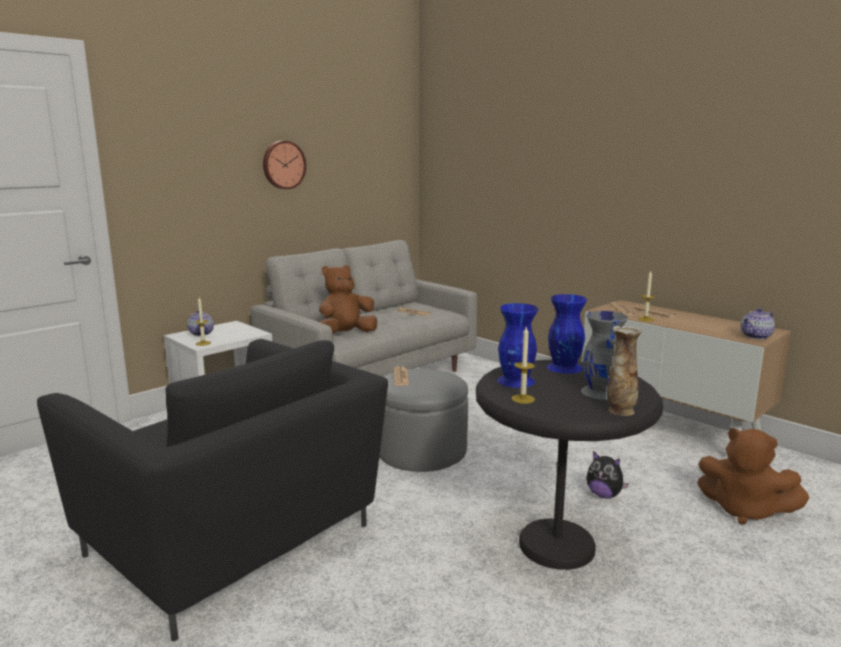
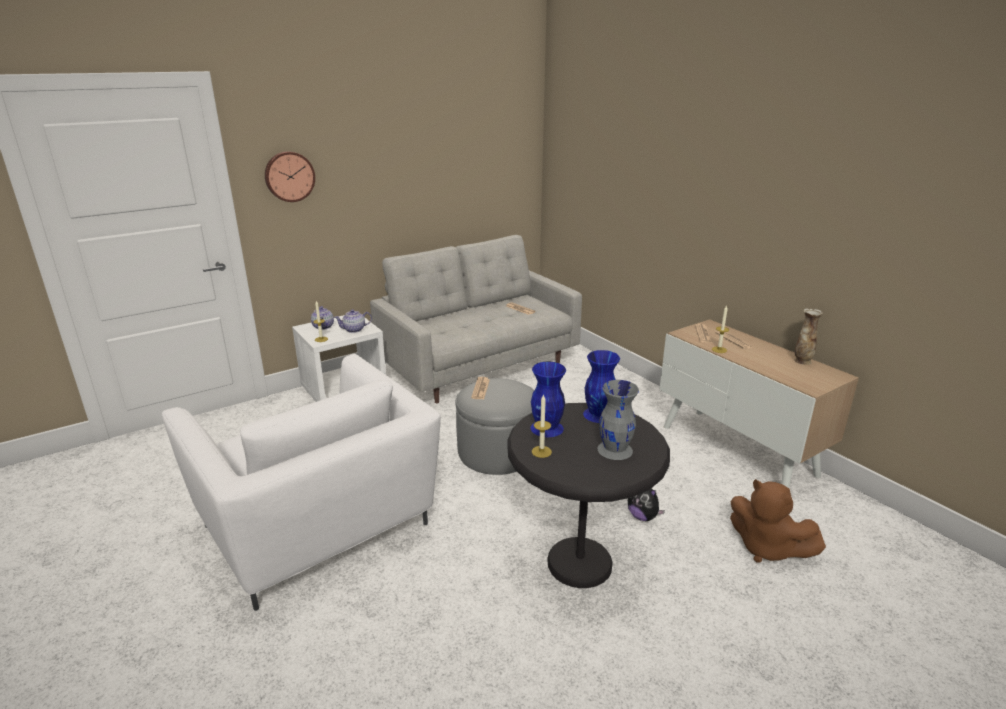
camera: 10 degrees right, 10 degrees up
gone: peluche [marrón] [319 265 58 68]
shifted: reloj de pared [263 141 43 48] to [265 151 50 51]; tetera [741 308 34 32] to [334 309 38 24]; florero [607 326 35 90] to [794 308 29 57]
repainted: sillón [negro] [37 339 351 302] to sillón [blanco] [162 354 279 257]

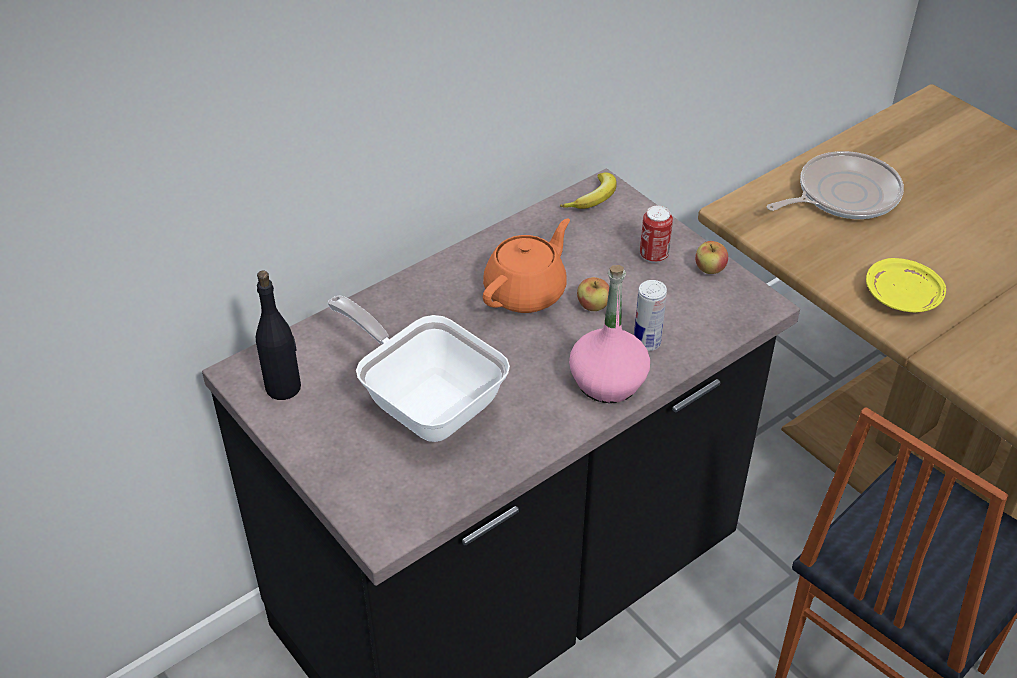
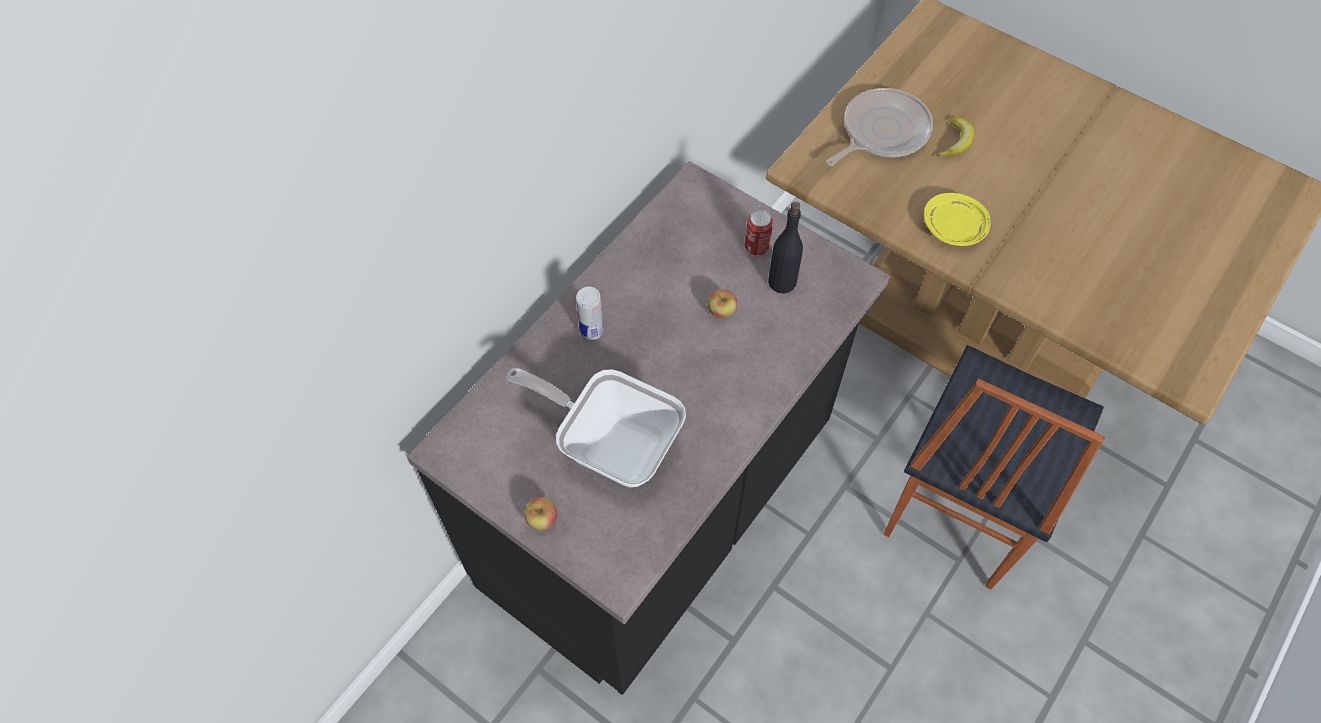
camera: 15 degrees left, 15 degrees up
gone: tetera [naranja] [483 218 87 95]; botella [rosa] [569 265 81 138]
shifted: manzana [695 241 33 33] to [524 497 33 34]; lata [634 280 33 71] to [576 286 28 54]; botella [negro] [256 270 45 130] to [768 202 35 91]; plátano [560 172 57 37] to [936 117 39 40]

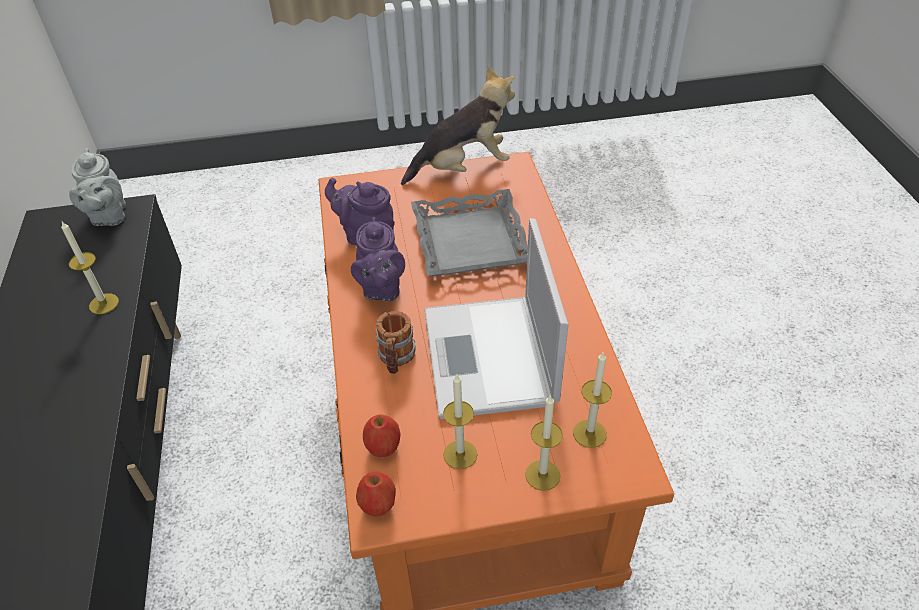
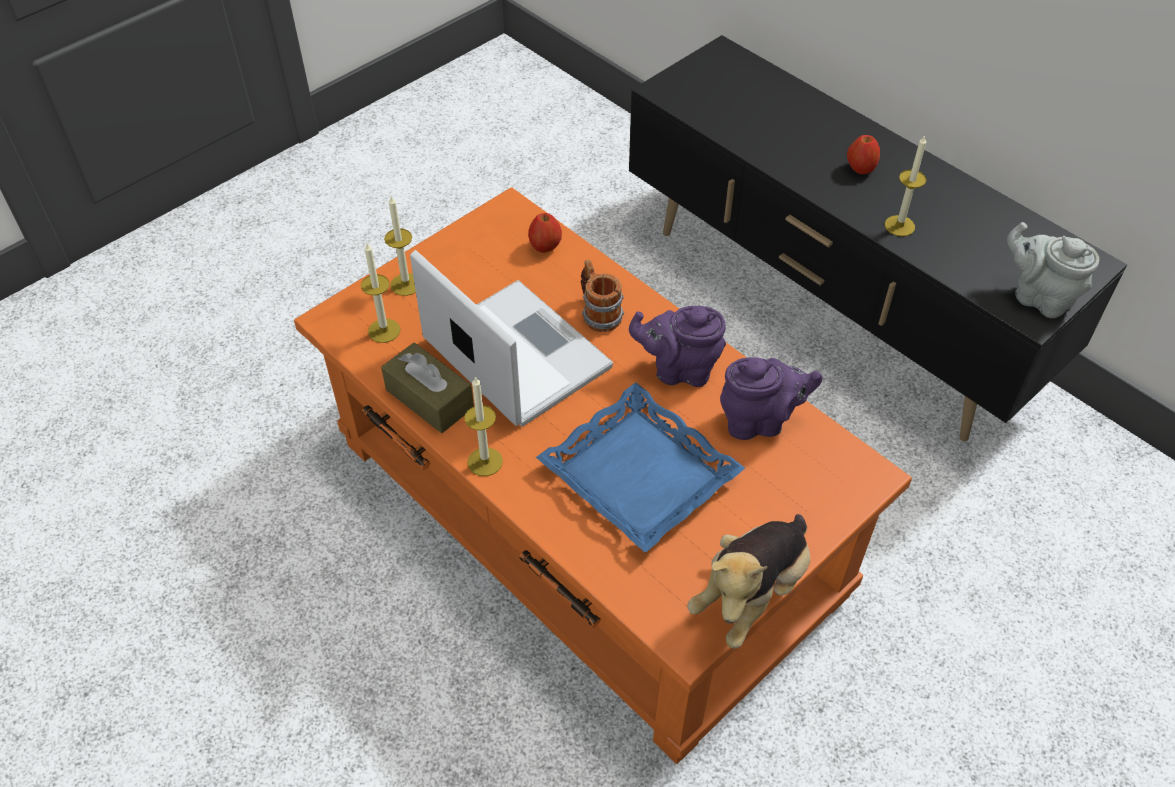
camera: 145 degrees right, 5 degrees up
new: caja de pañuelos [marrón] [381 343 93 90]
shifted: vela [443 374 34 95] to [464 376 39 100]; manzana [356 472 40 44] to [847 135 33 39]
repainted: bandeja [gris] [411 189 117 87] to bandeja [azul] [536 382 209 171]
rotated: tetera [morado] [351 217 54 84] = [629 306 97 81] 45 degrees counterclockwise

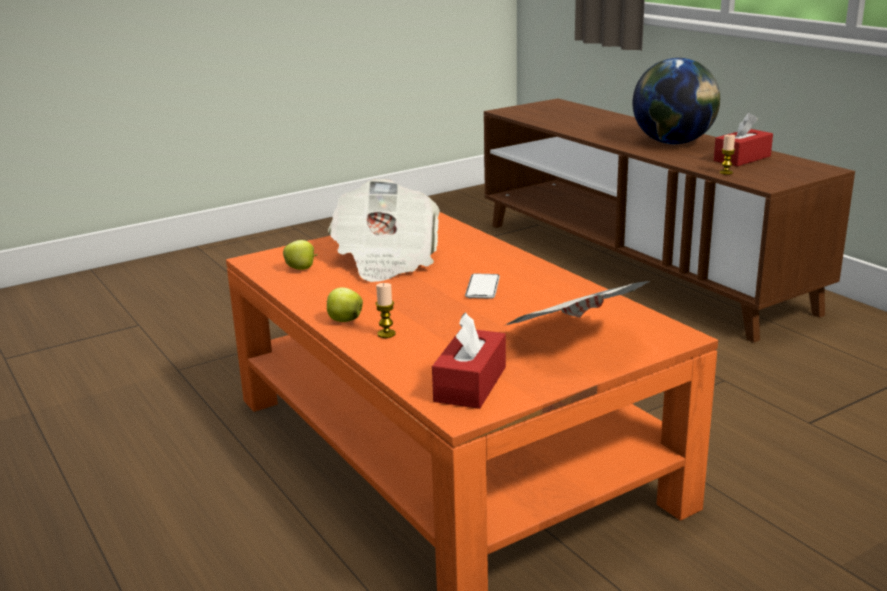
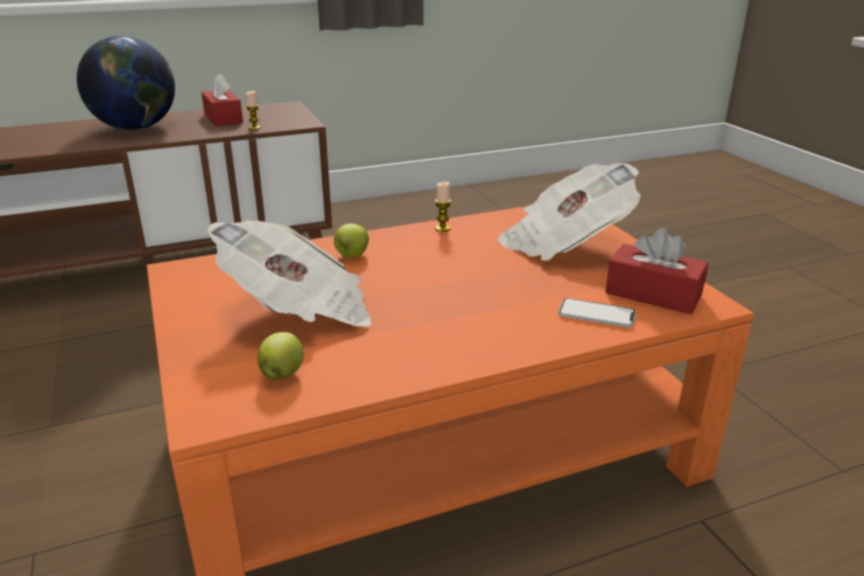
camera: 80 degrees left, 5 degrees up
shifted: manzana [326 287 37 35] to [334 223 35 35]; vela [375 283 21 55] to [435 182 16 50]; móvil [465 273 35 26] to [558 298 78 30]

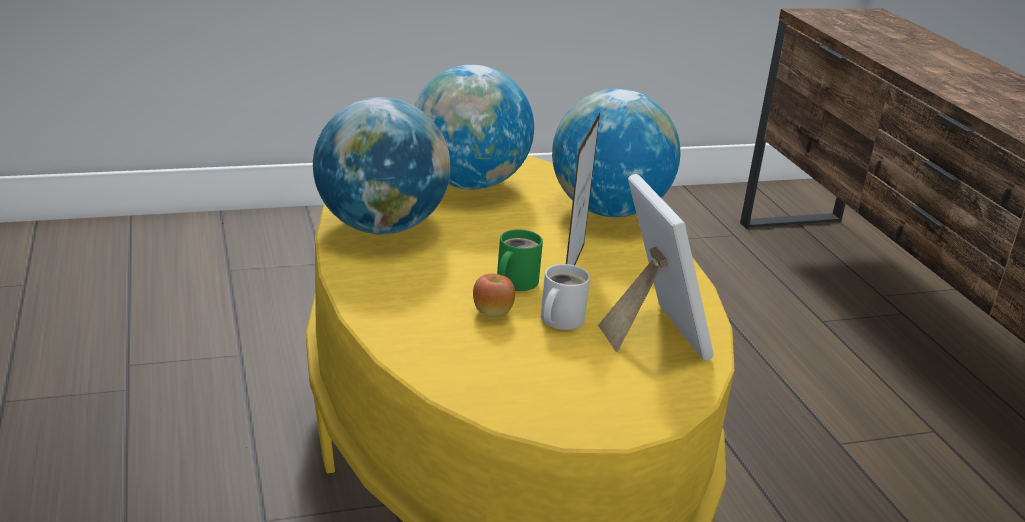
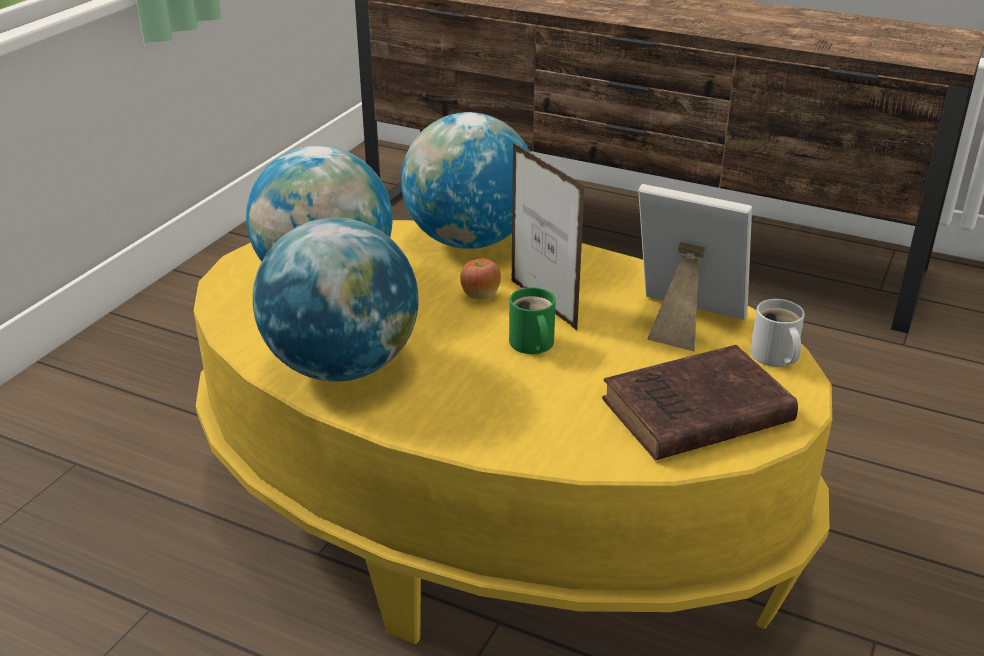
camera: 45 degrees left, 5 degrees up
new: libro [marrón] [602 345 196 116]
shifted: manzana [473 274 42 43] to [460 258 41 41]; taza grande [blanco] [540 264 50 66] to [750 299 55 68]

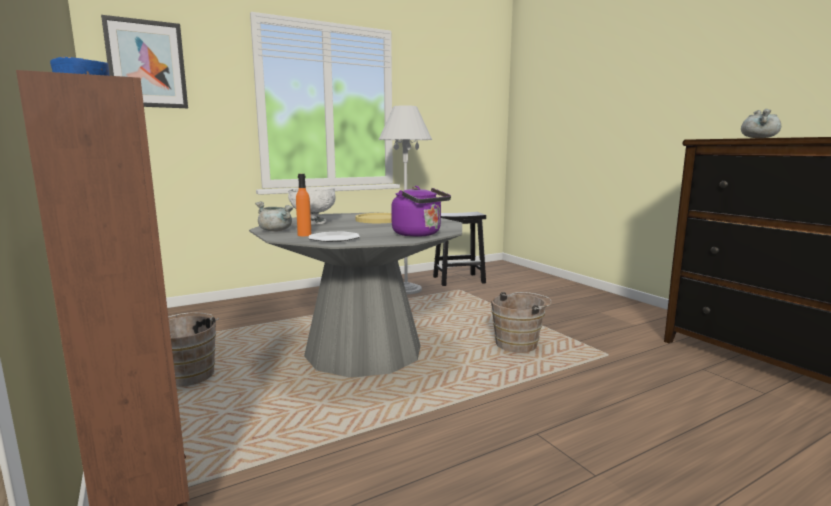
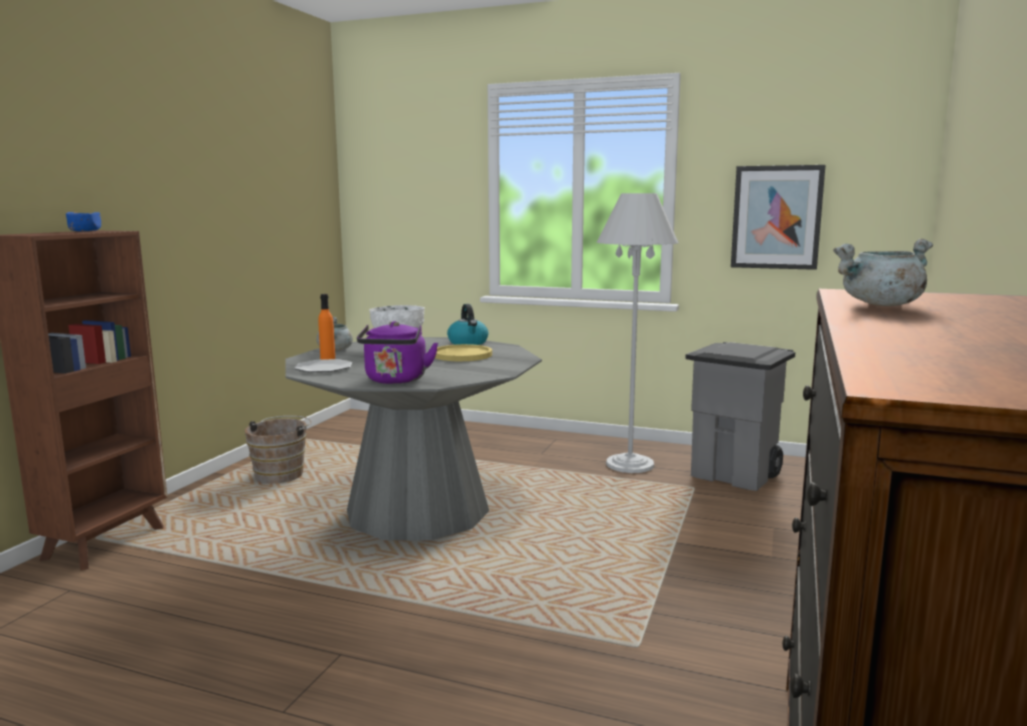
camera: 50 degrees right, 0 degrees up
gone: cubo [marrón] [491 292 61 61]
new: hervidor [447 304 41 41]
shifted: cuadro [101 15 87 93] to [731 165 95 105]
swapped: taburete [negro] [433 212 53 74] to papelera [gris] [685 342 110 149]

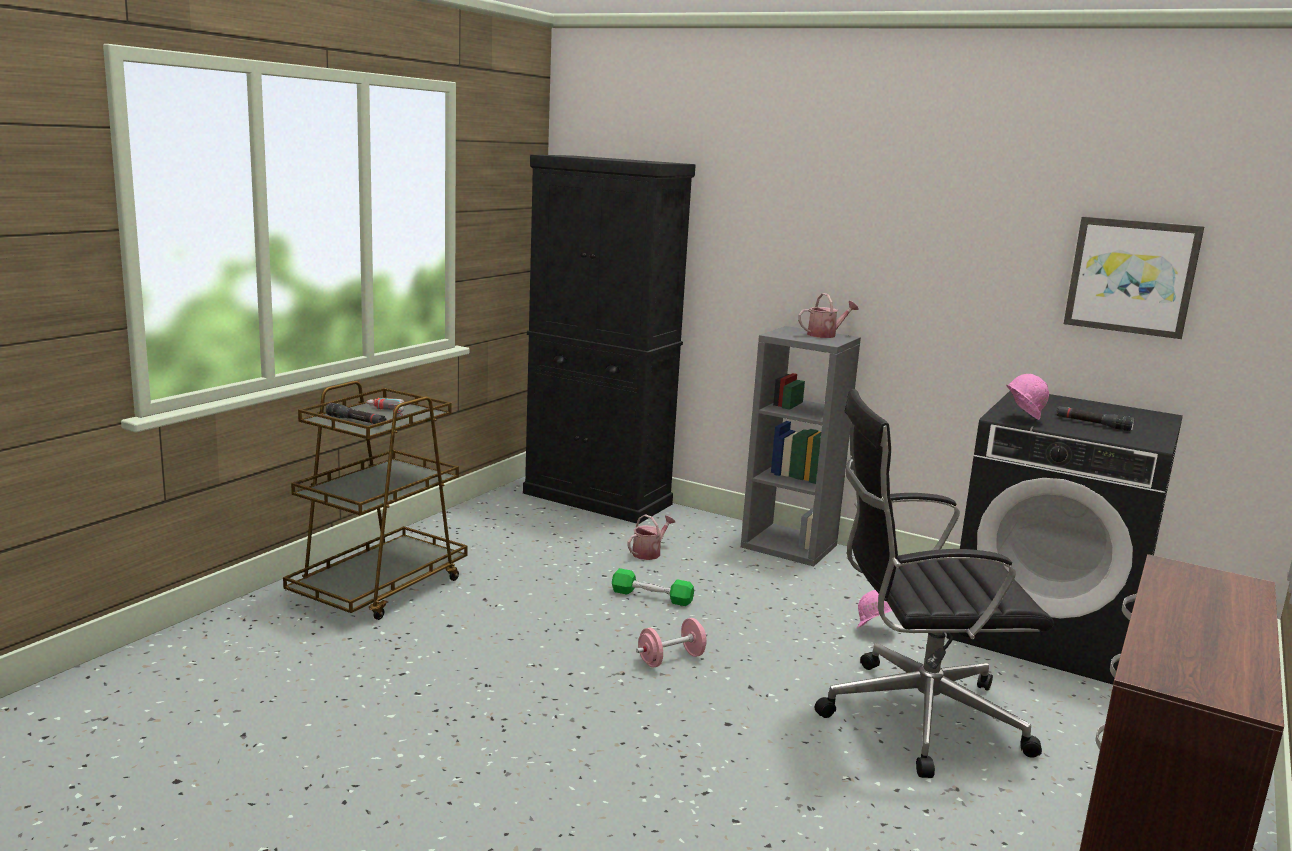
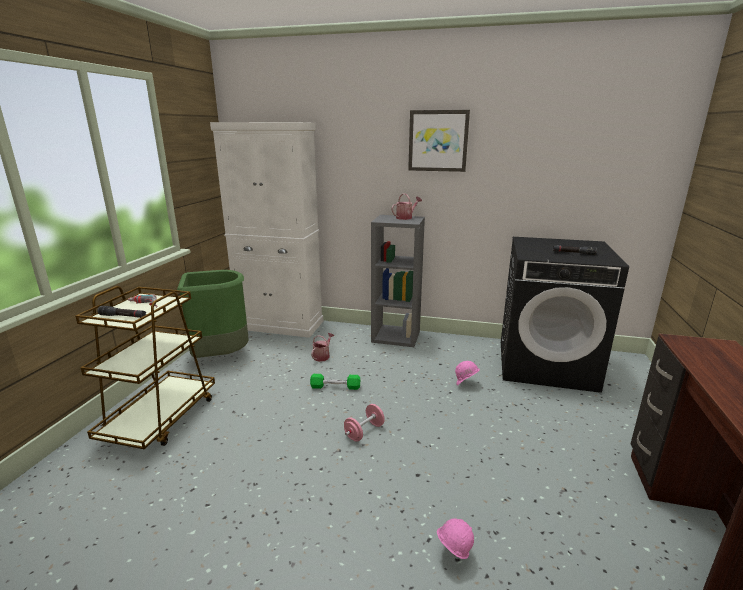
camera: 15 degrees left, 5 degrees up
gone: silla de oficina [negro] [815 389 239 389]
new: papelera [verde] [177 270 72 88]
shifted: cuadro [1064 217 140 122] to [408 110 62 62]; casco [rosa] [1006 374 43 46] to [437 518 37 41]
repainted: armario [negro] [523 155 173 369] to armario [blanco] [210 122 113 216]

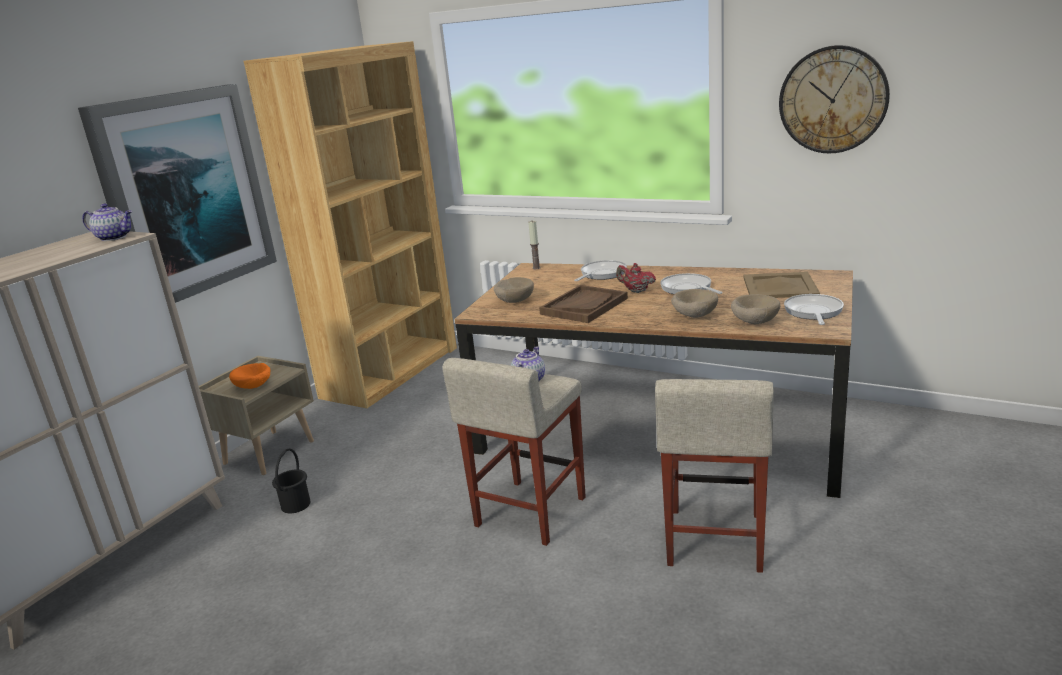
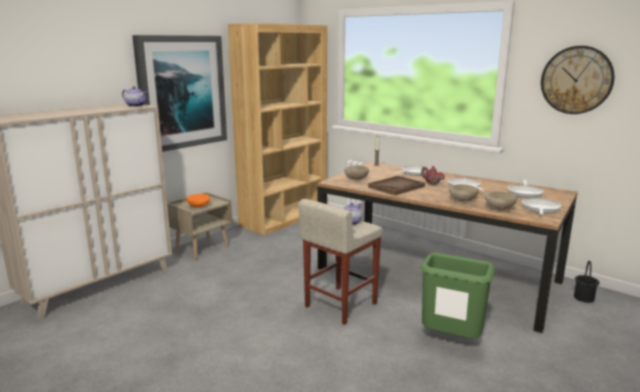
camera: 10 degrees right, 5 degrees down
shifted: cubo [negro] [272 449 39 65] to [574 261 25 42]
swapped: taburete [beis] [655 379 119 194] to papelera [verde] [420 253 75 86]; bandeja [beis] [743 272 77 26] to sartén [508 180 36 18]

